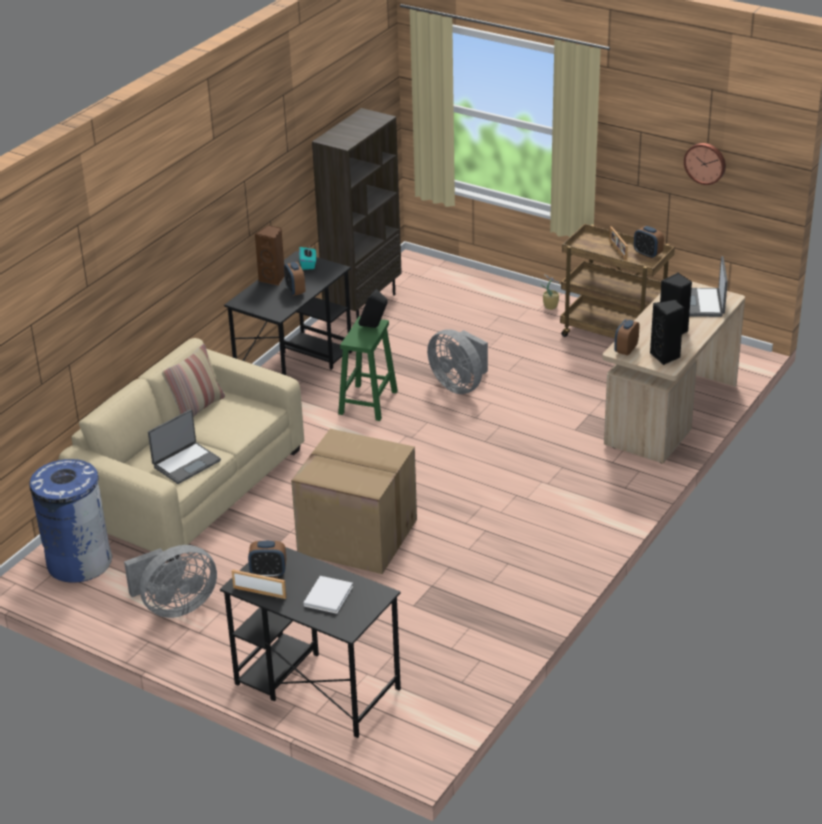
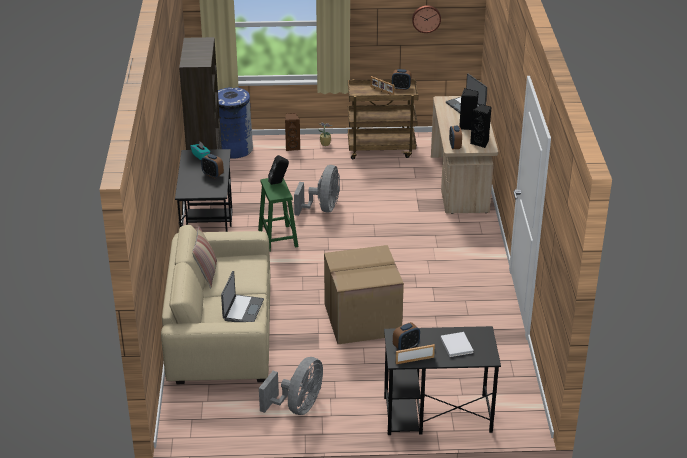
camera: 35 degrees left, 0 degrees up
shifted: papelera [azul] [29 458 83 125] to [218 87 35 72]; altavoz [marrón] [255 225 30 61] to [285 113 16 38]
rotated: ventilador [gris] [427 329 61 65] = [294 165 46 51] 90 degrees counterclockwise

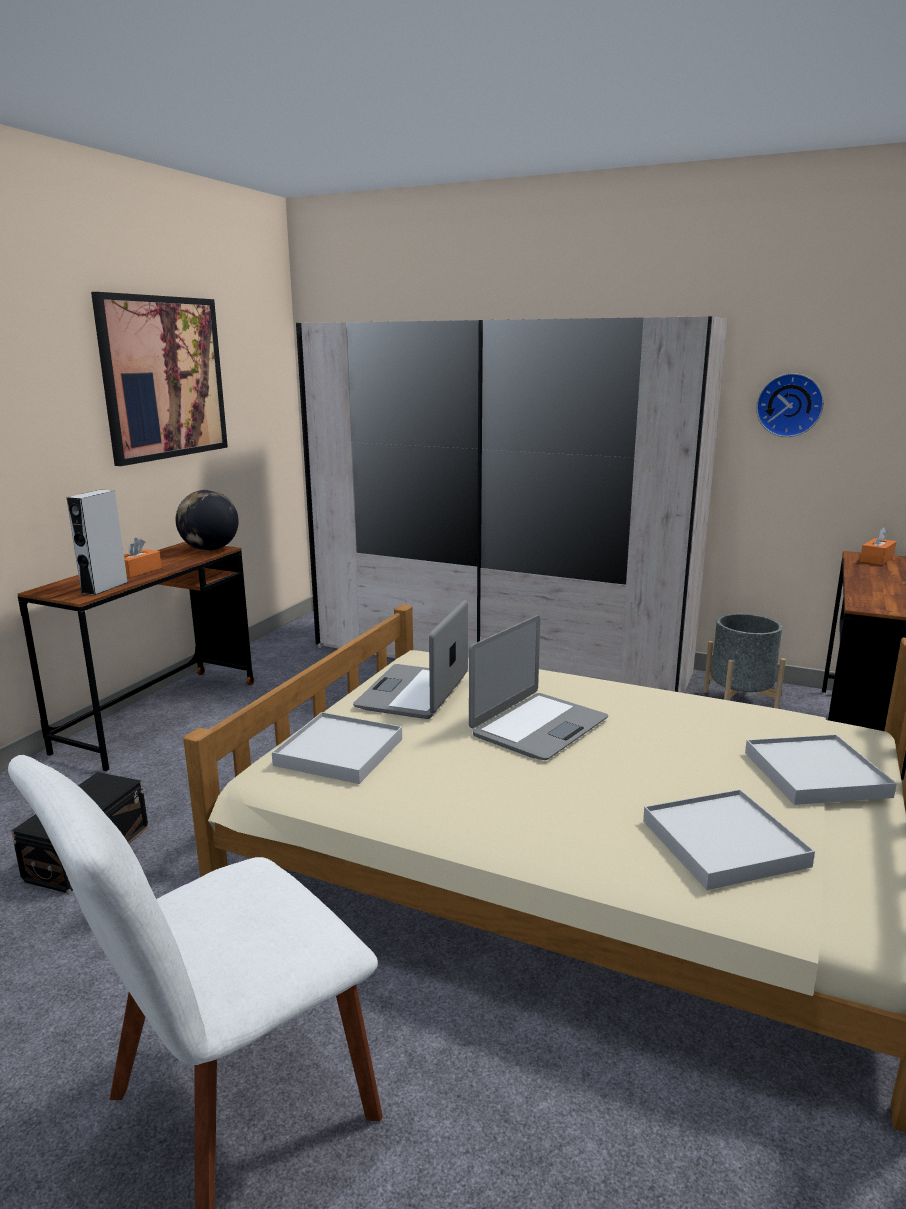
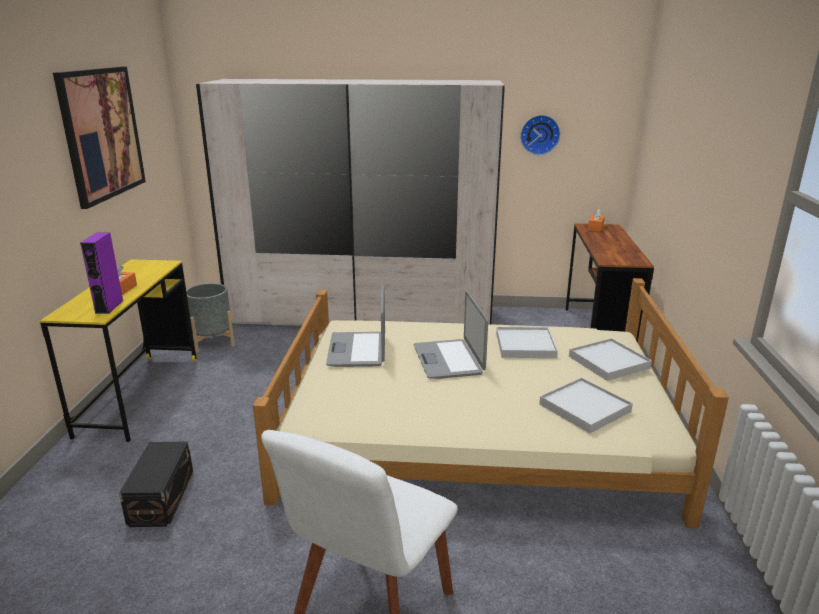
camera: 20 degrees left, 5 degrees up
gone: globo terráqueo [176 490 63 61]
shifted: maceta [gris] [703 614 83 95] to [186 283 49 70]; bandeja [blanco] [272 712 130 72] to [496 327 62 31]
repainted: escritorio [marrón] [18 542 236 229] to escritorio [amarillo] [40 259 157 183]; altavoz [gris] [66 490 62 105] to altavoz [morado] [80 233 44 81]
rotated: portátil [469 616 139 144] = [414 291 74 88] 150 degrees clockwise

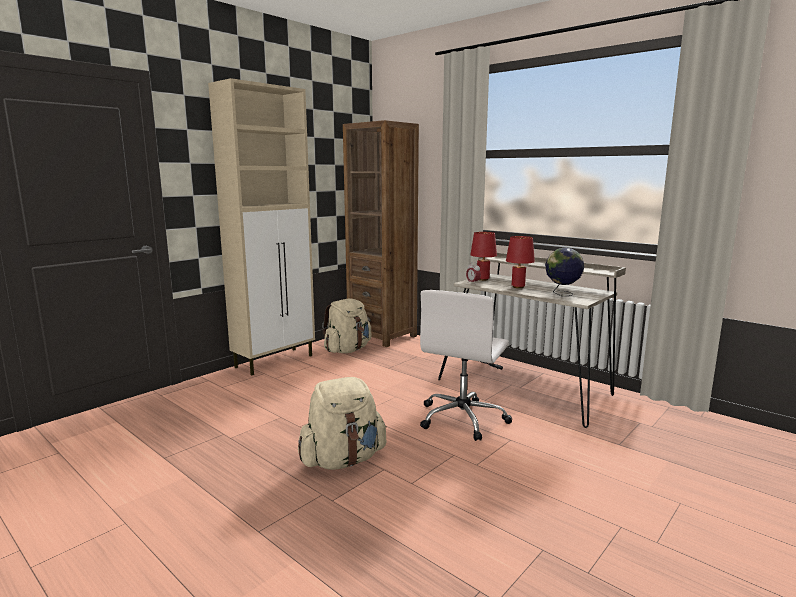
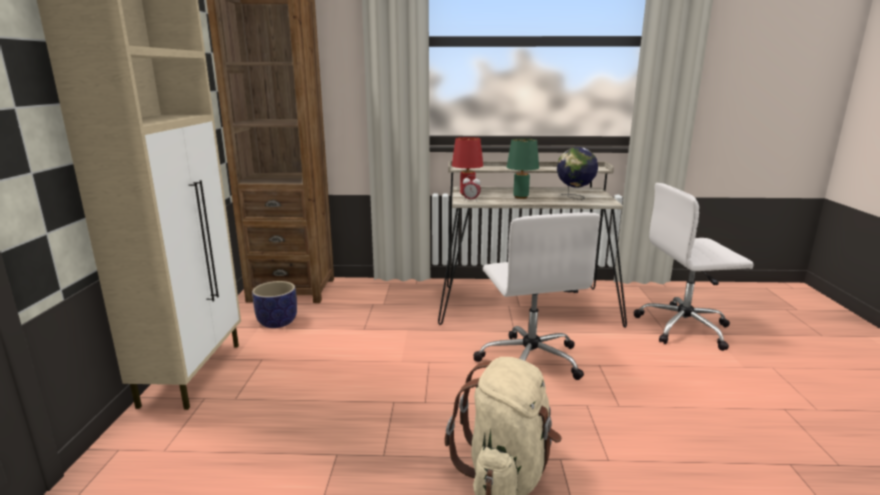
camera: 40 degrees left, 5 degrees up
new: silla de oficina [blanco] [634 183 120 168]
swapped: mochila [beis] [322 298 50 55] to maceta [252 281 45 47]
repainted: lámpara de mesa [rojo] [506 236 29 52] to lámpara de mesa [verde] [507 138 32 61]

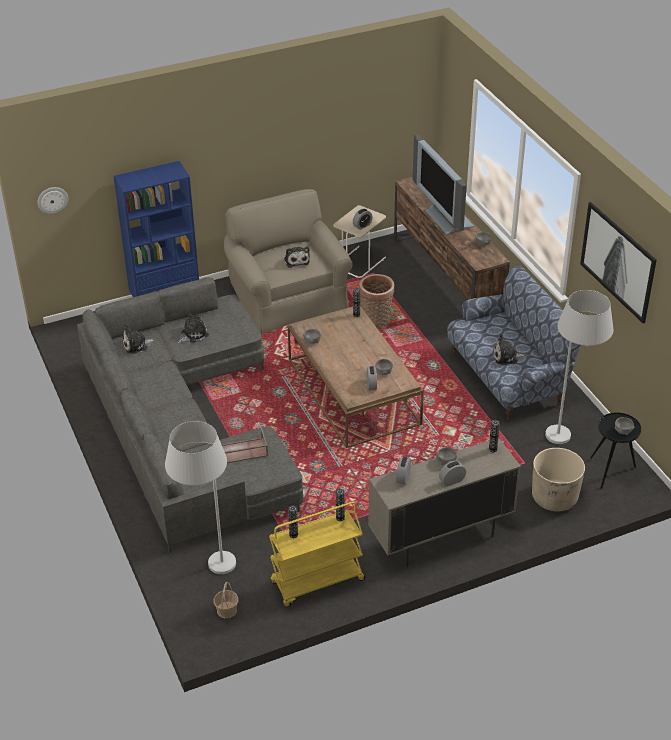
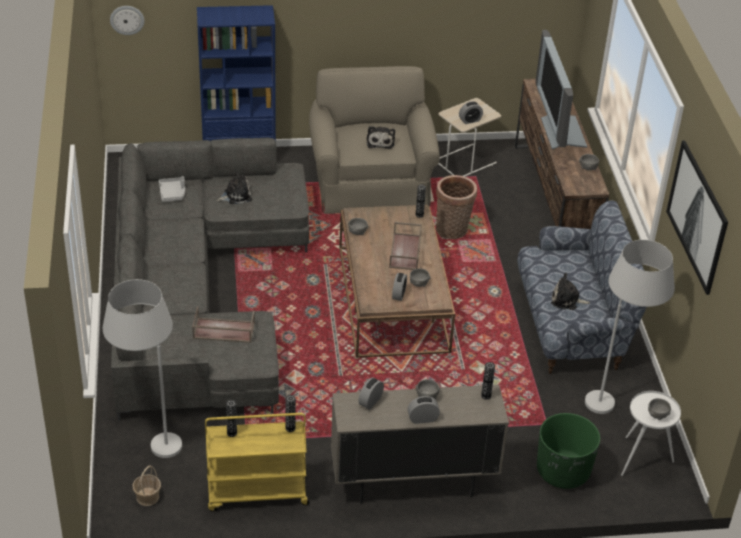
camera: 15 degrees right, 0 degrees up
new: bandeja [marrón] [389 222 33 48]
swapped: peluche [122 324 33 30] to bandeja [gris] [159 176 26 26]
repainted: maceta [beis] [532 448 53 63] to maceta [verde] [537 413 63 76]; mesa auxiliar [negro] [590 412 51 77] to mesa auxiliar [blanco] [621 391 60 85]

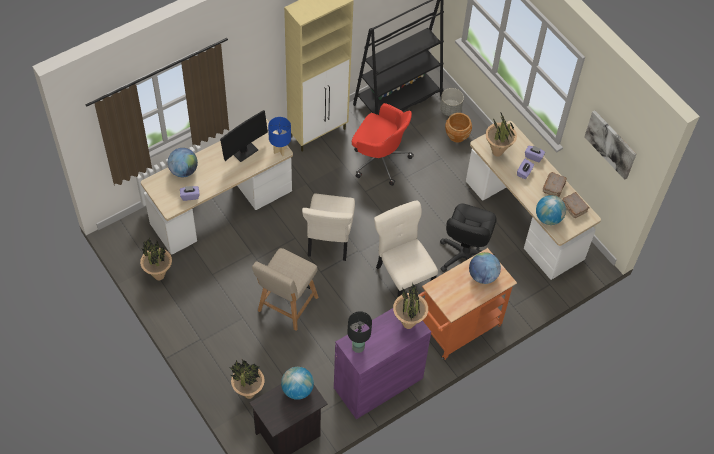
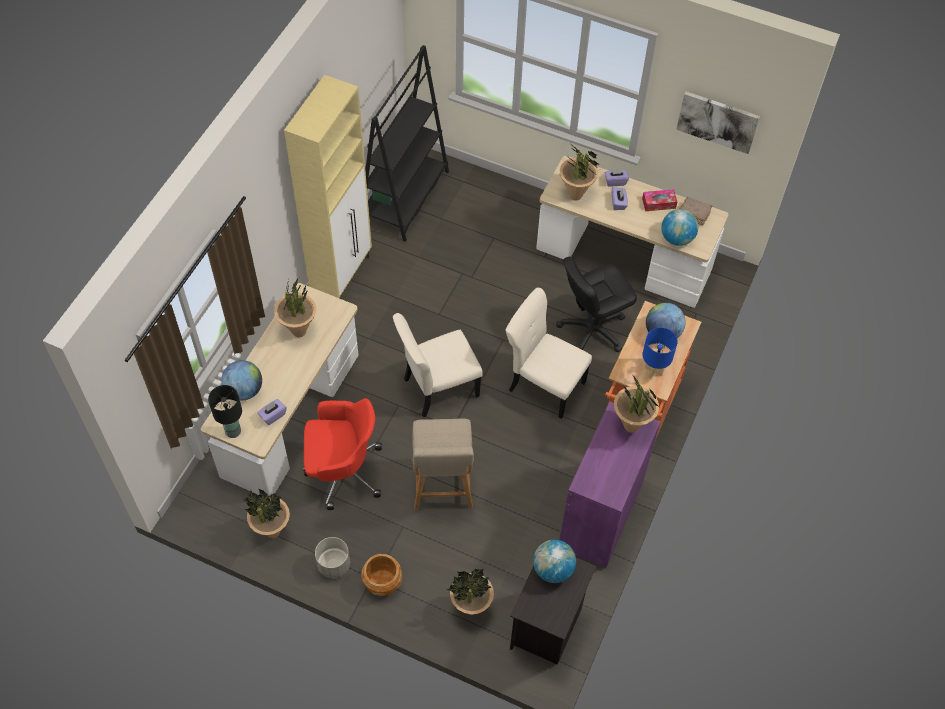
camera: 30 degrees left, 0 degrees up
shifted: lámpara de mesa [negro] [347 311 25 42] to [208 385 34 53]; silla de oficina [rojo] [352 103 62 83] to [303 398 79 112]; maceta [gris] [440 88 24 28] to [315 537 35 41]; maceta [marrón] [445 113 27 29] to [361 554 41 42]; lámpara de mesa [azul] [268 117 23 39] to [642 327 36 52]
swapped: monitor [220 110 48 52] to planta en maceta [274 278 43 59]; libro [marrón] [543 172 24 25] to caja de pañuelos [642 189 35 22]
rotated: silla [beis] [302 194 53 67] = [393 313 90 104] 90 degrees clockwise; silla de oficina [negro] [440 204 57 68] = [556 256 81 96] 75 degrees clockwise

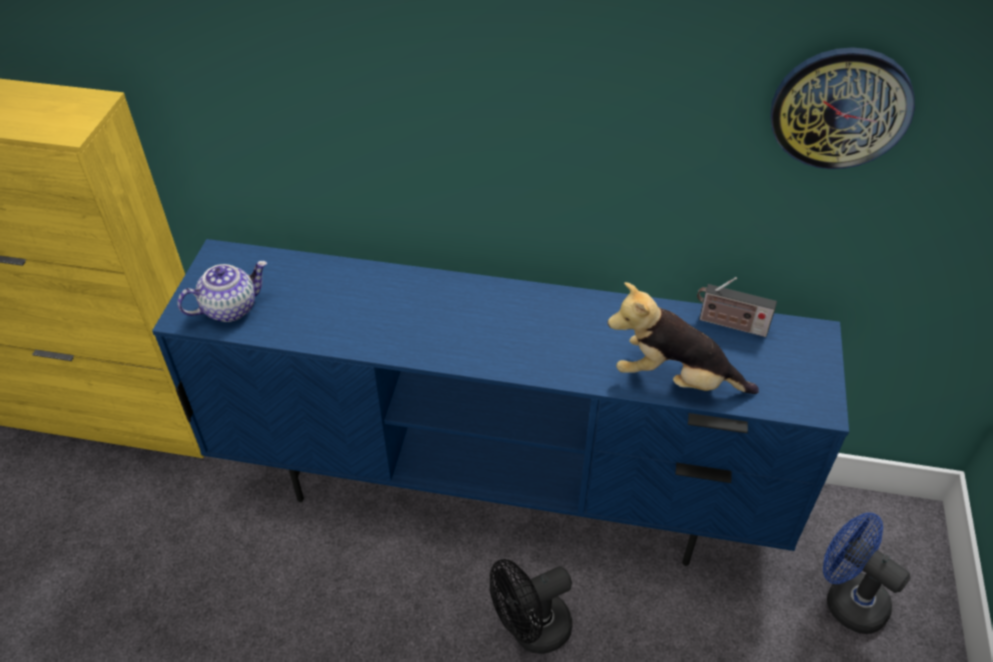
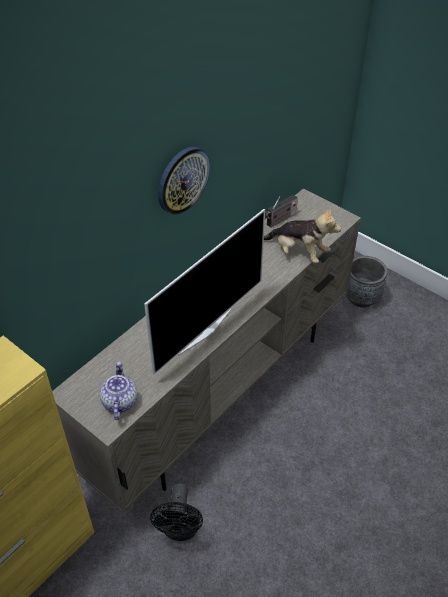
camera: 60 degrees left, 0 degrees up
new: televisor [144 209 121 166]
shifted: ventilador [negro] [490 559 83 95] to [150 483 53 58]; reloj de pared [771 47 144 122] to [158 147 52 68]
swapped: ventilador [azul] [823 512 87 122] to maceta [gris] [345 256 43 52]
repainted: mueble de televisión [azul] [152 239 697 327] to mueble de televisión [beis] [52 188 309 325]
rotated: peluche [607 282 152 112] = [264 207 77 56] 105 degrees counterclockwise

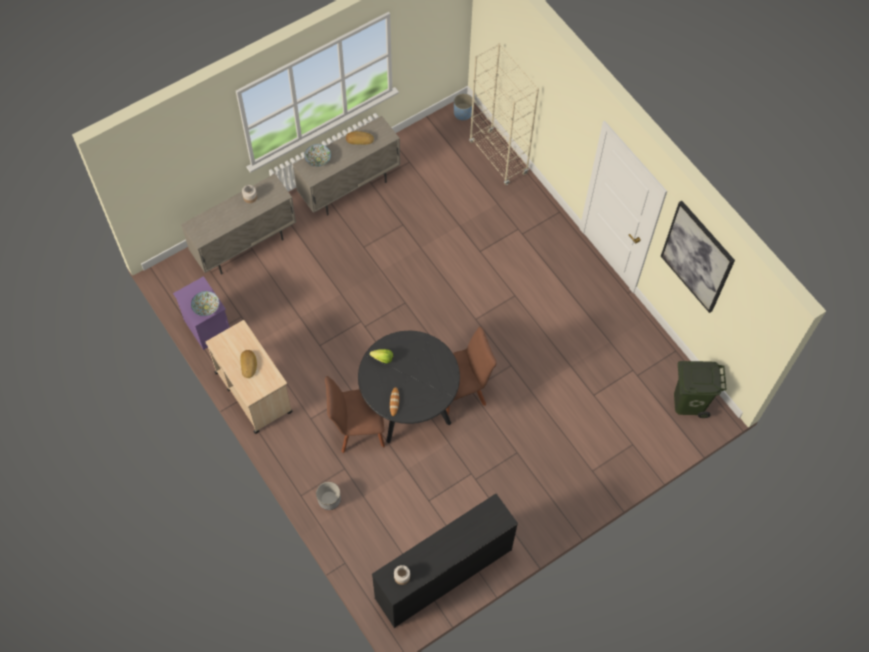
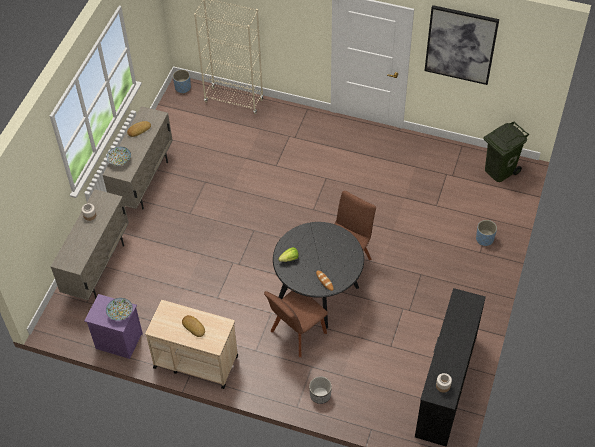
camera: 35 degrees left, 10 degrees down
new: maceta [azul] [476 220 21 26]

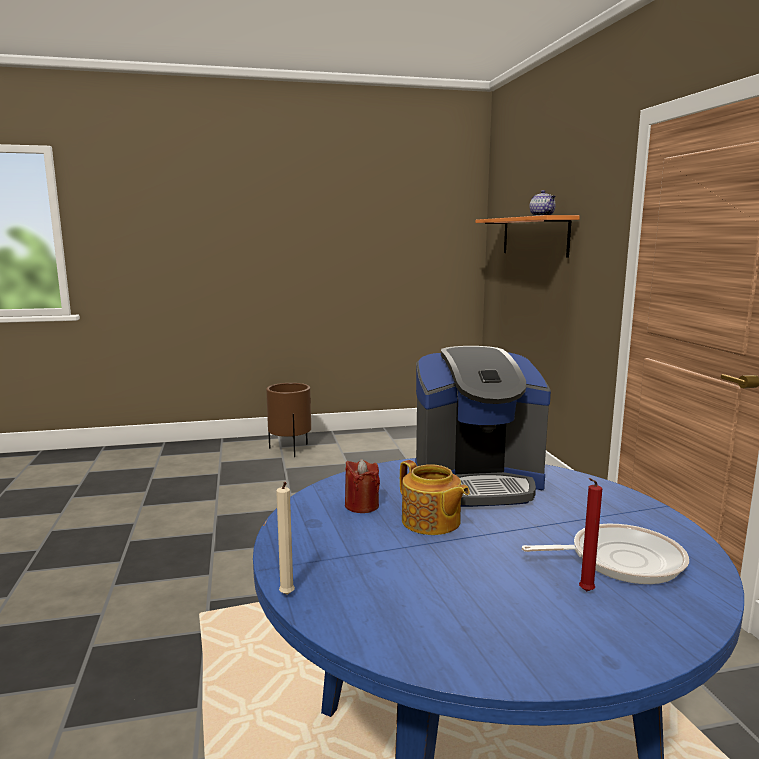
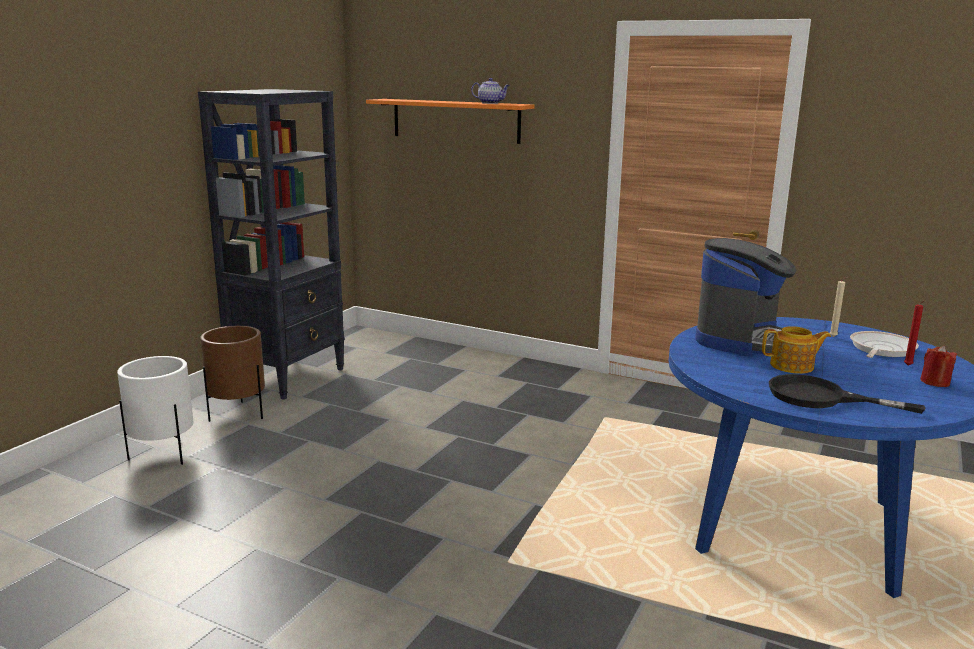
camera: 50 degrees left, 5 degrees up
new: maceta [blanco] [117 356 76 109]; estantería [negro] [198 89 147 311]; sartén [negro] [769 374 156 40]
shifted: vela [beis] [276 482 19 113] to [830 276 20 61]; vela [rojo] [345 459 35 54] to [920 346 37 41]

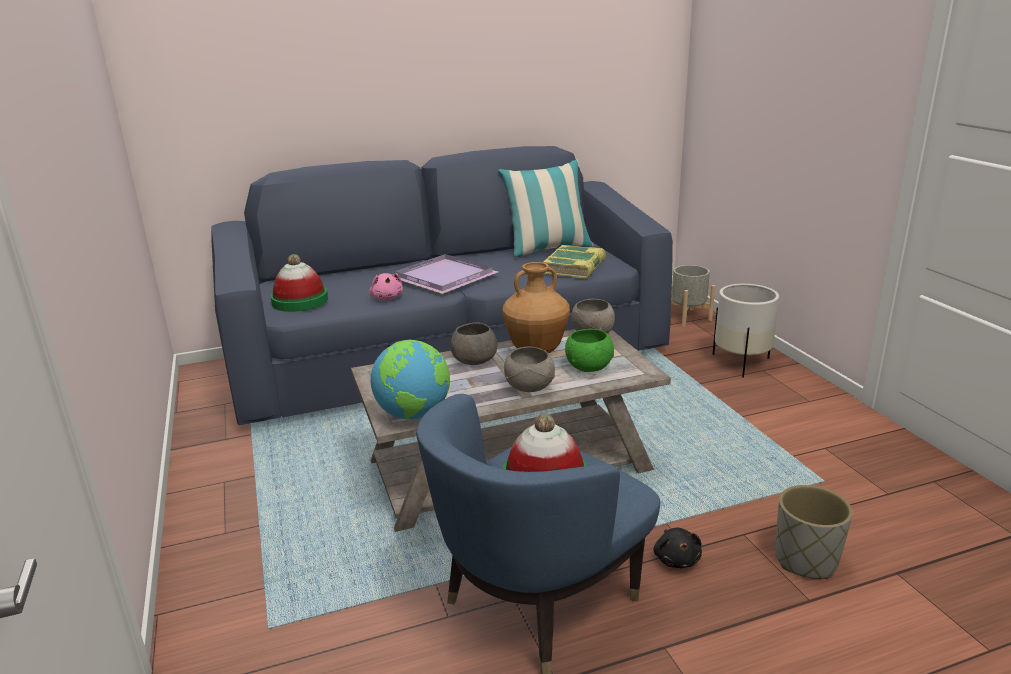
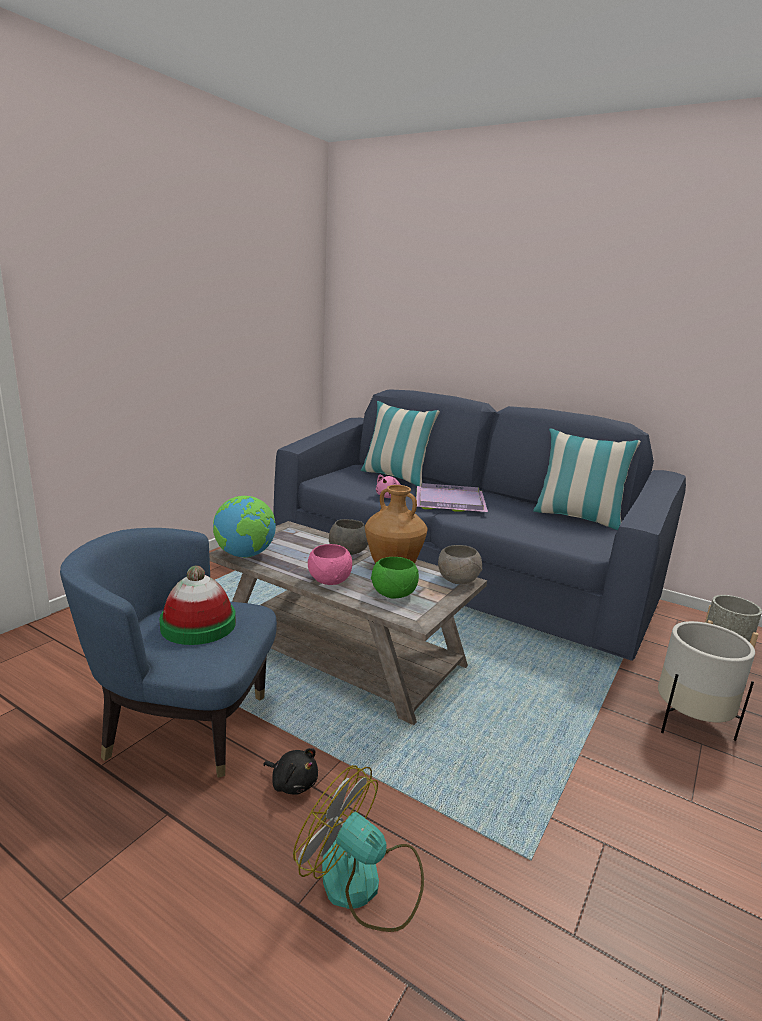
camera: 50 degrees right, 5 degrees down
gone: sombrero [271 254 57 58]; libro [543 245 63 34]
new: cojín [361 401 79 85]
swapped: maceta [gris] [775 485 78 94] to ventilador [293 765 131 167]
repainted: cuenco [gris] [504 347 51 45] to cuenco [rosa] [308 544 44 41]
rotated: peluche [negro] [654 528 48 40] = [263 748 55 47] 105 degrees counterclockwise

